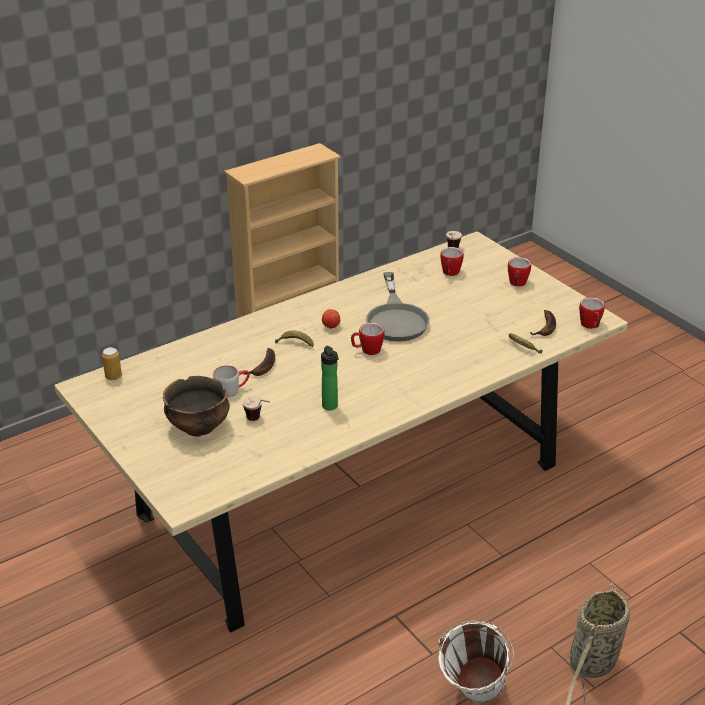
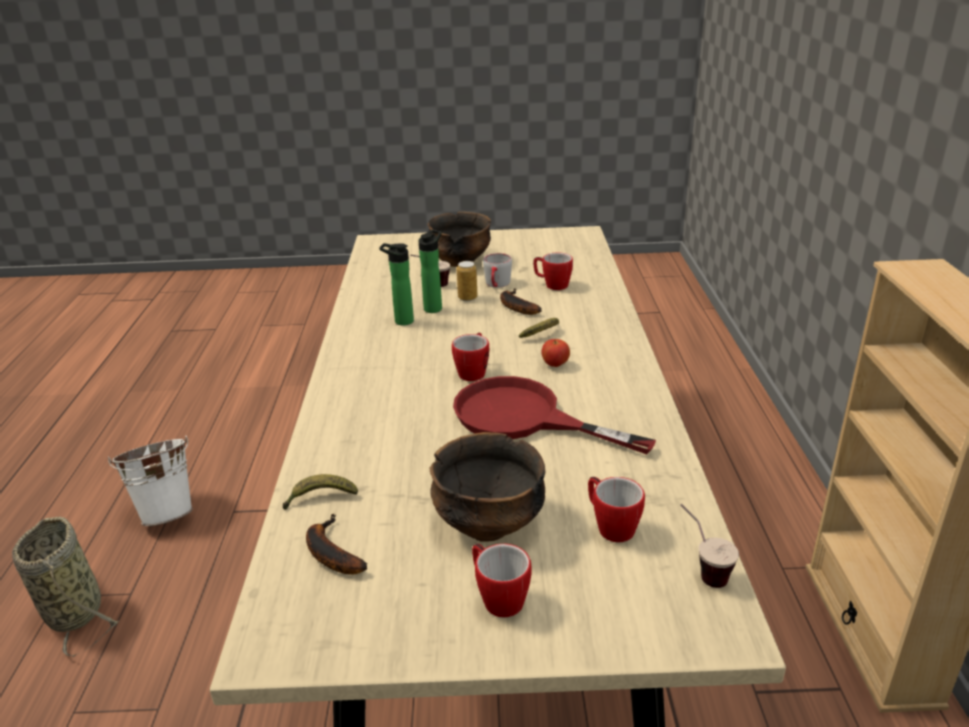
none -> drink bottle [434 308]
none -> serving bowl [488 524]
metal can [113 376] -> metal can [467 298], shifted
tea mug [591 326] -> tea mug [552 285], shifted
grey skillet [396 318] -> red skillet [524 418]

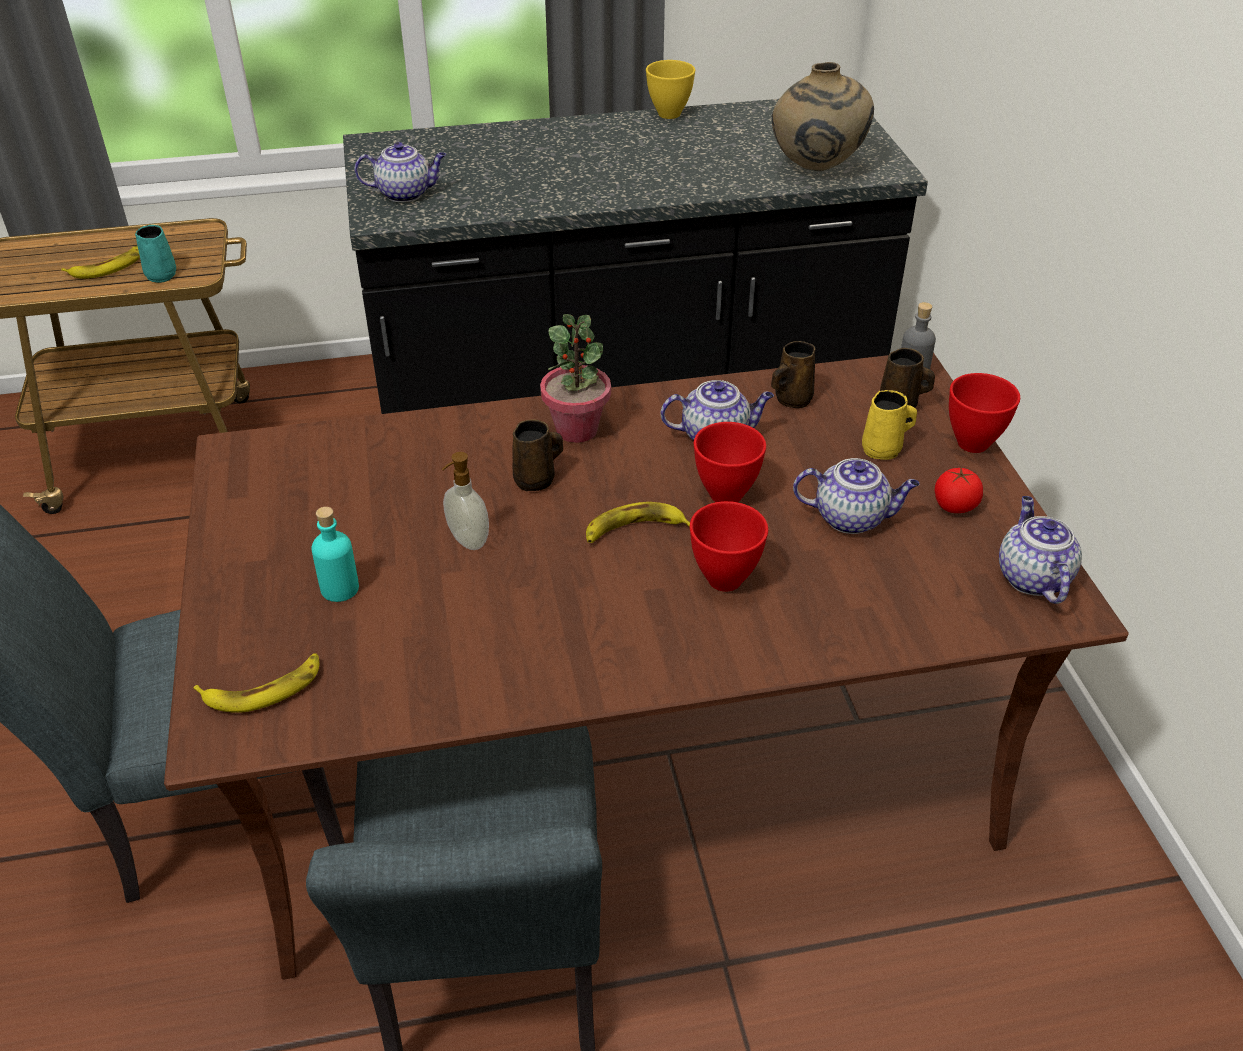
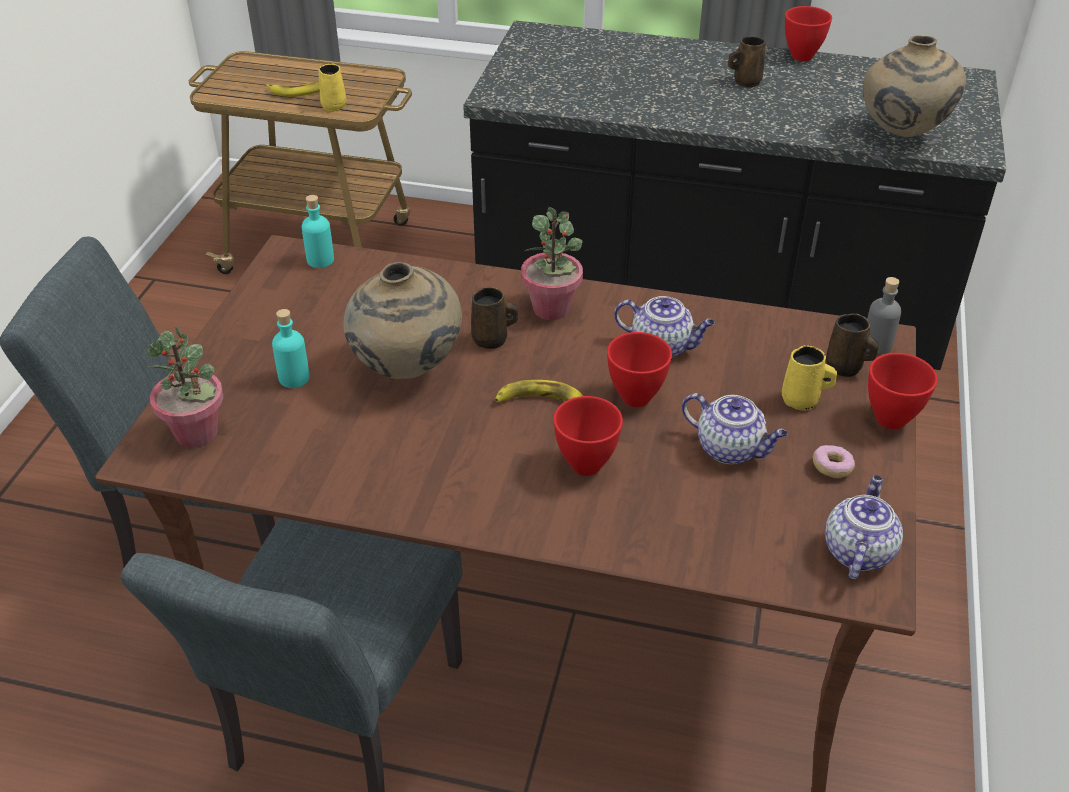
pot for tea [405 193] -> none
none -> turquoise-coloured drink bottle [320 260]
brown tea mug [791 399] -> brown tea mug [745 82], shifted
banana [264 689] -> potted plant [197 433]
soap bottle [467 540] -> sand-coloured decorative vase [408 371]
fresh tomato [954 506] -> donut [832 468]
turquoise-coloured tea mug [161 274] -> yellow tea mug [334 105]
yellow serving bowl [668 114] -> red serving bowl [800 56]

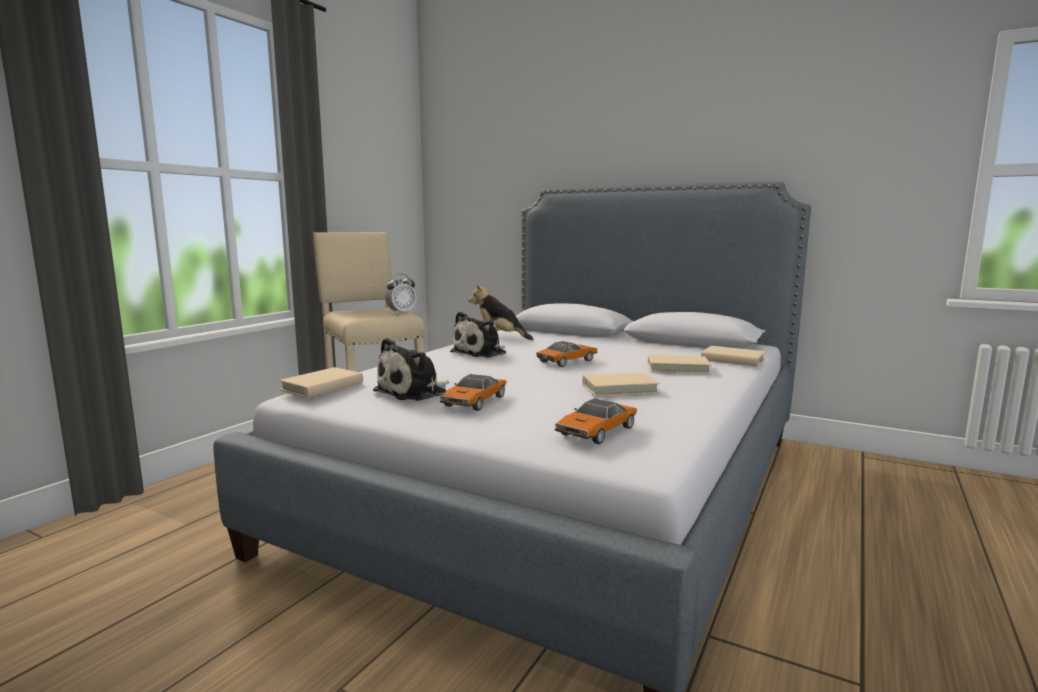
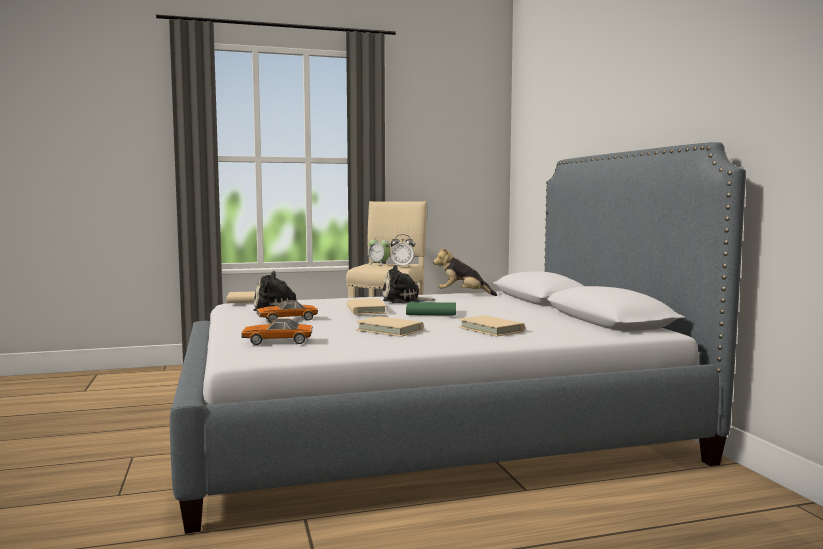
none -> table clock [379 264]
sand-coloured volume [732 360] -> sand-coloured volume [366 310], shifted
toy car [567 361] -> greenish volume [431 312]
cuddly toy [499 336] -> cuddly toy [463 294], 60 degrees counterclockwise

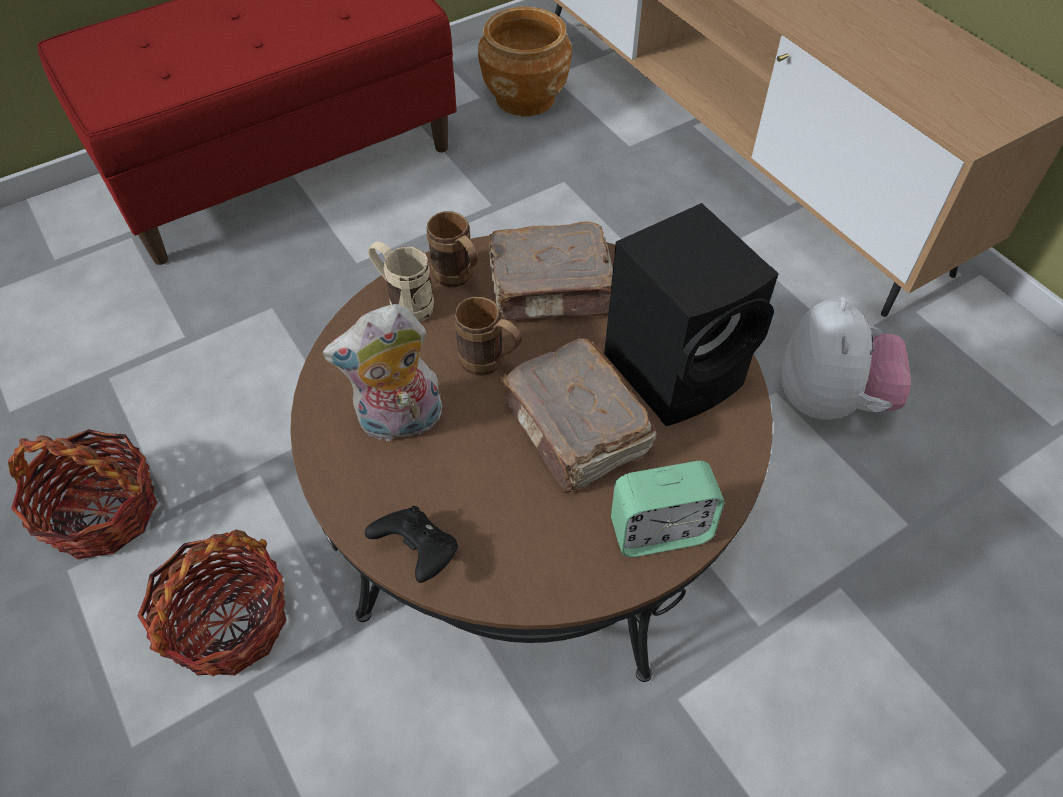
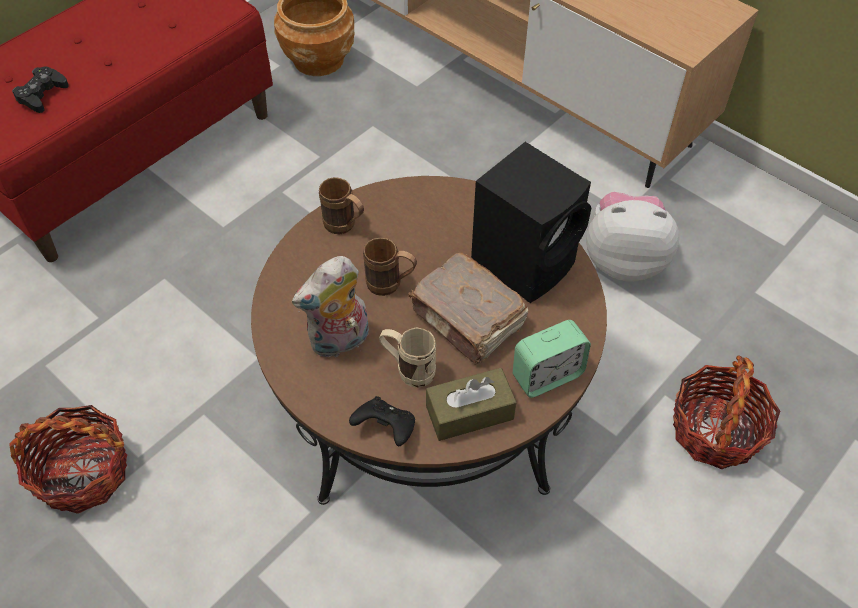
brown volume [553 290] -> none
none -> blackish game controller [42 94]
none -> brown tissue box [469 412]
basket [228 622] -> basket [715 431], shifted
sand-coloured tea mug [404 303] -> sand-coloured tea mug [408 370], shifted
cuddly toy [829 400] -> cuddly toy [624 260], 75 degrees counterclockwise

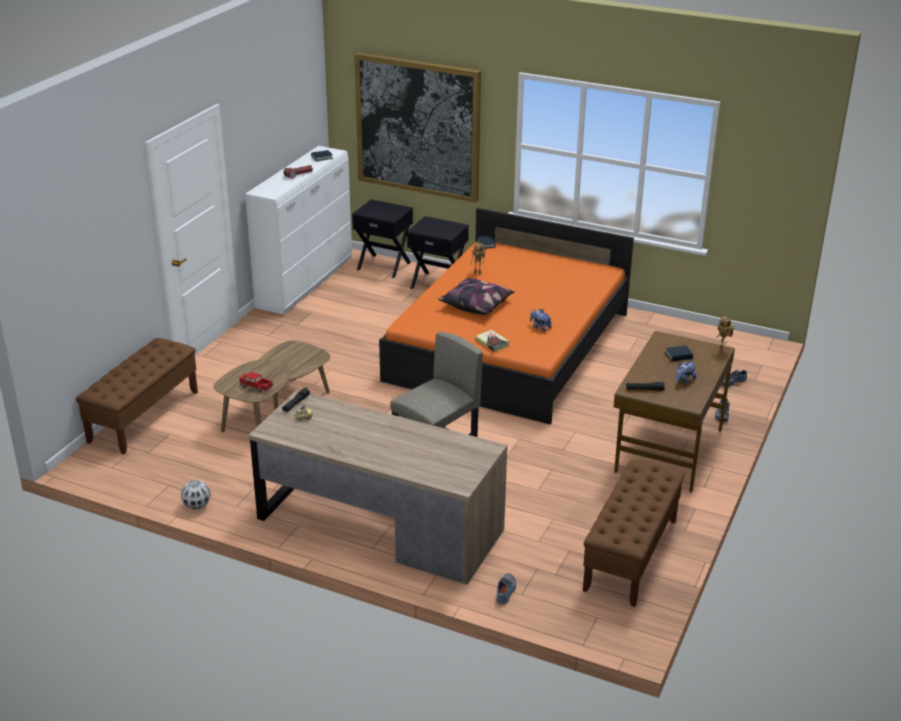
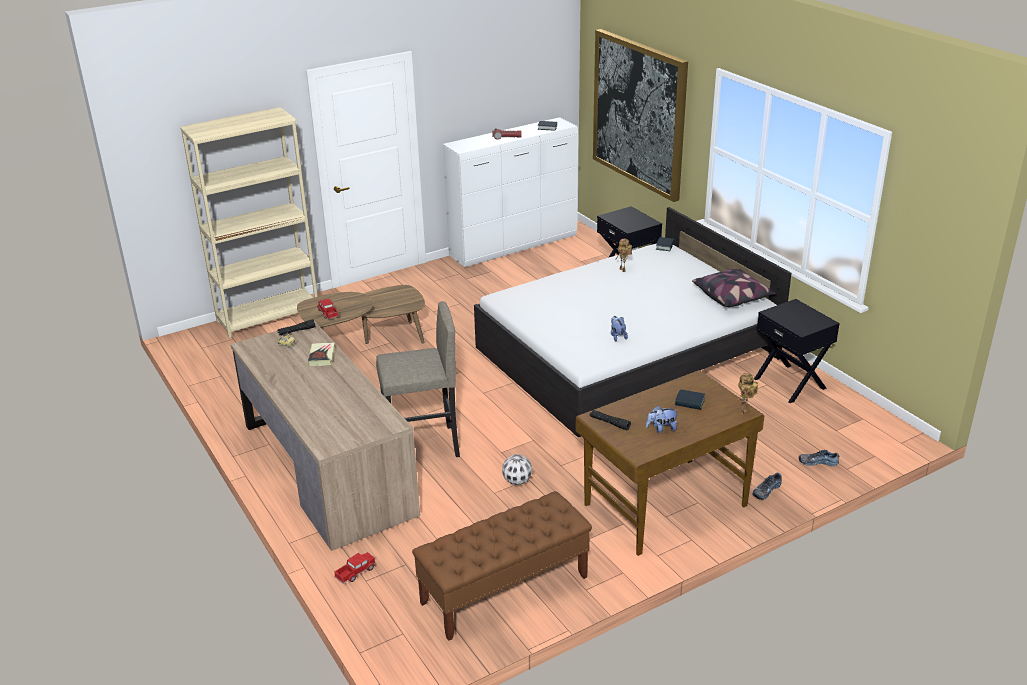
football [197 506] -> football [517 482], shifted
blackish nightstand [384 266] -> blackish nightstand [790 383], shifted
pillow [476 305] -> pillow [732 297], shifted
volume [492 343] -> volume [321 356], shifted
brown long seat [144 416] -> sand-coloured bookcase [268 316]
item of footwear [506 592] -> model truck [355 572]
orangey sleeping bed [509 346] -> white sleeping bed [626 353]

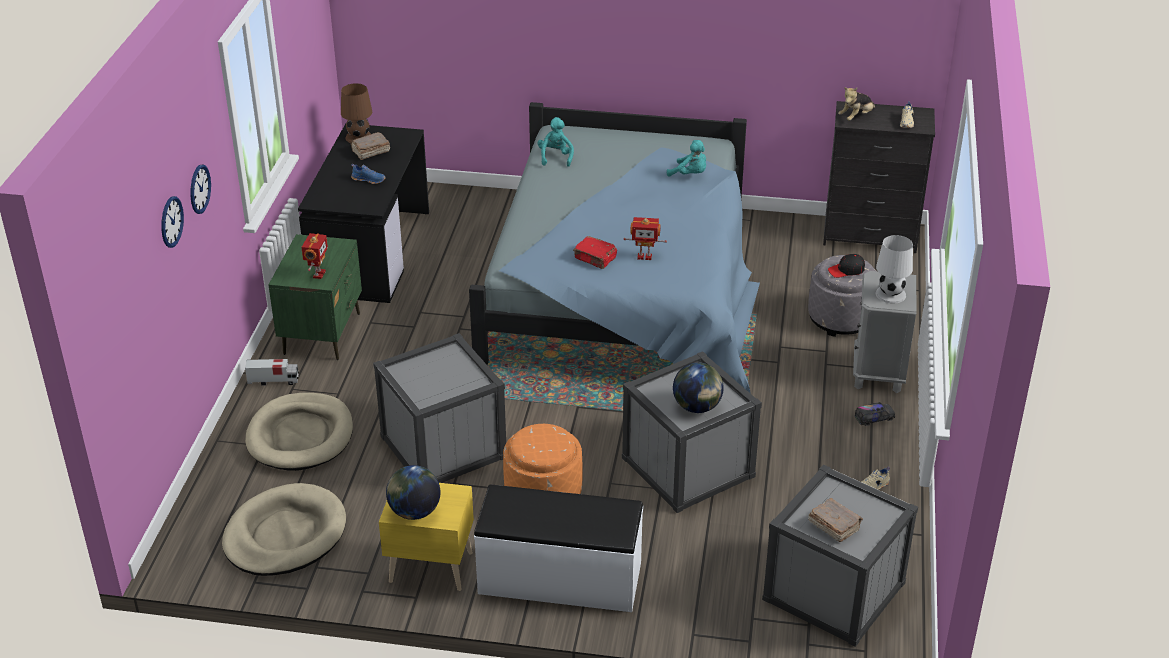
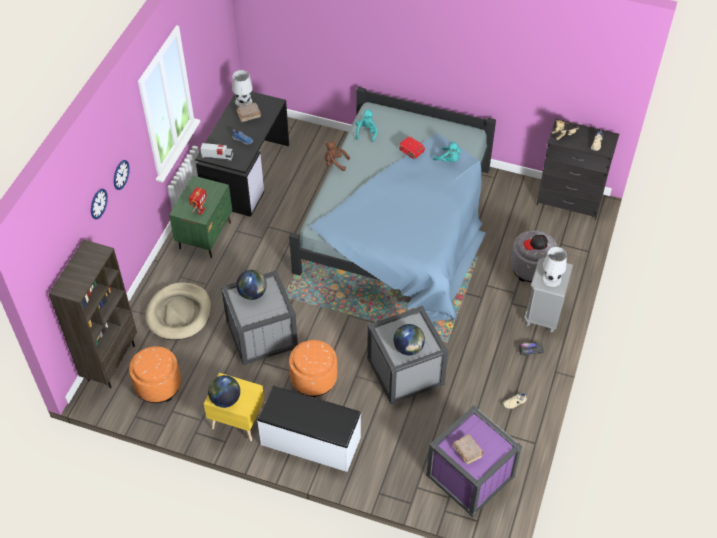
robot figure [644 256] -> none
none -> brown bookcase [111 362]
none -> globe [252 293]
none -> brown cuddly toy [335 163]
model truck [274 381] -> model truck [217 157], shifted
red volume [595 258] -> red volume [411 151], shifted
sand-coloured dog cushion [285 535] -> orangey footrest [158 385]
brown lamp for a table [359 137] -> white lamp for a table [243 101]
grey storage container [834 591] -> purple storage container [470 476]

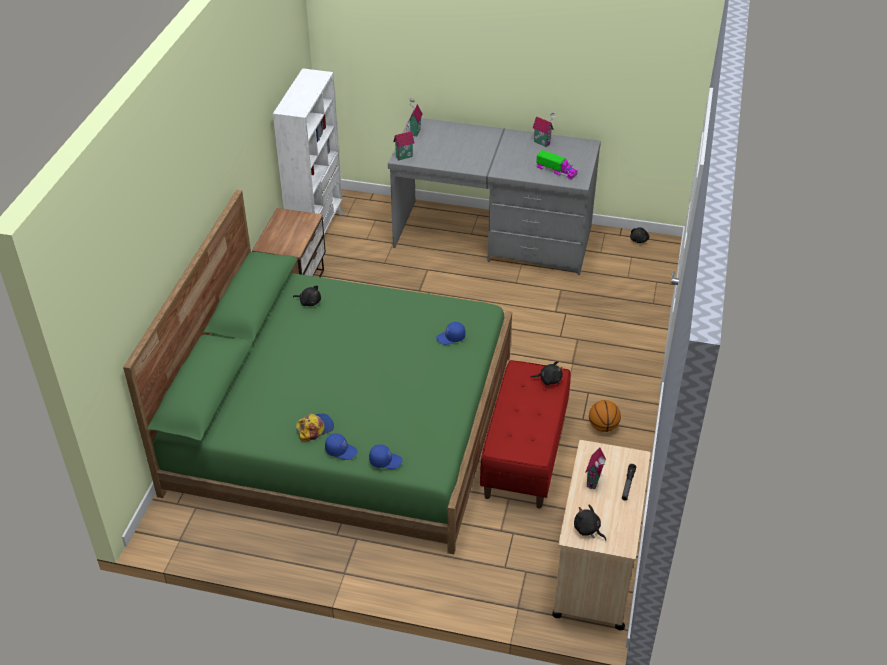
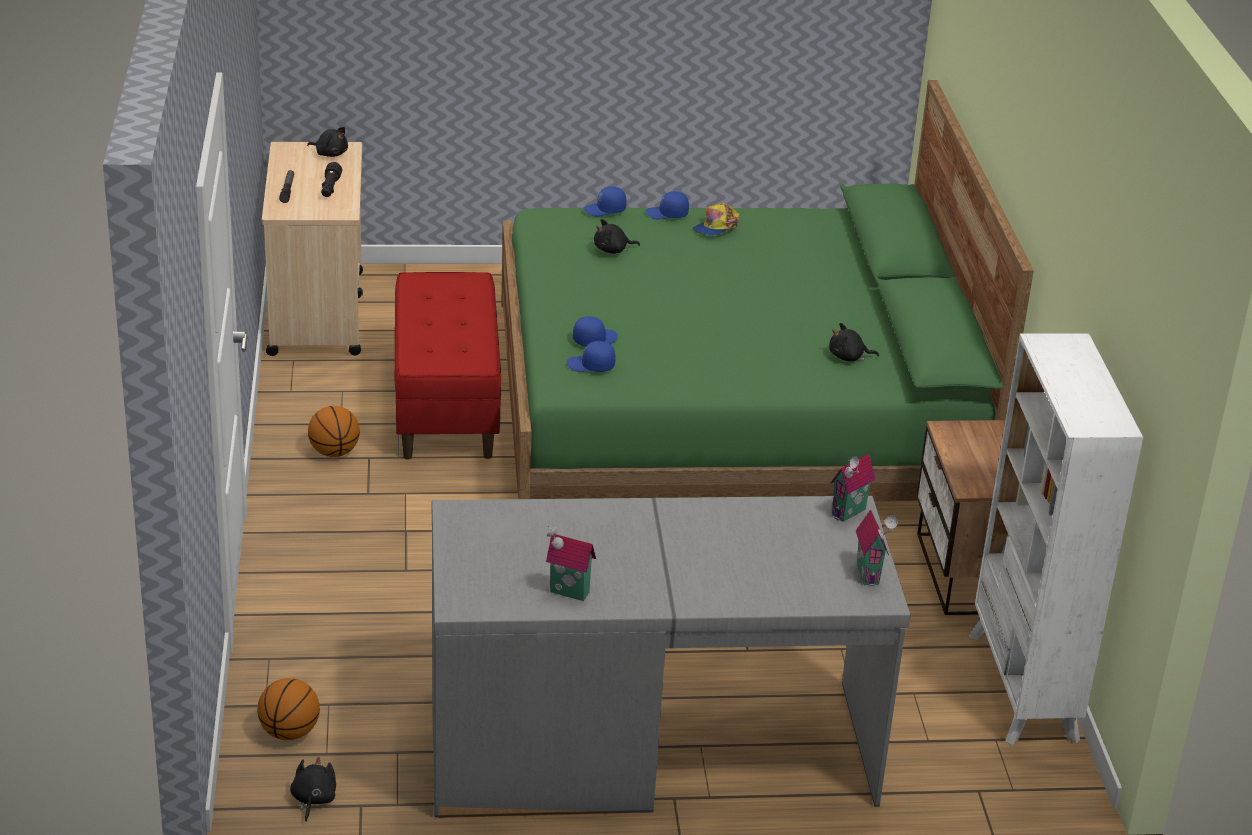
model truck [556 171] -> none
none -> basketball [290 732]
none -> blue-coloured peaked cap [591 366]
blackish cuddly toy [548 379] -> blackish cuddly toy [613 250], shifted
model house [595 481] -> blackish torch [330 188]

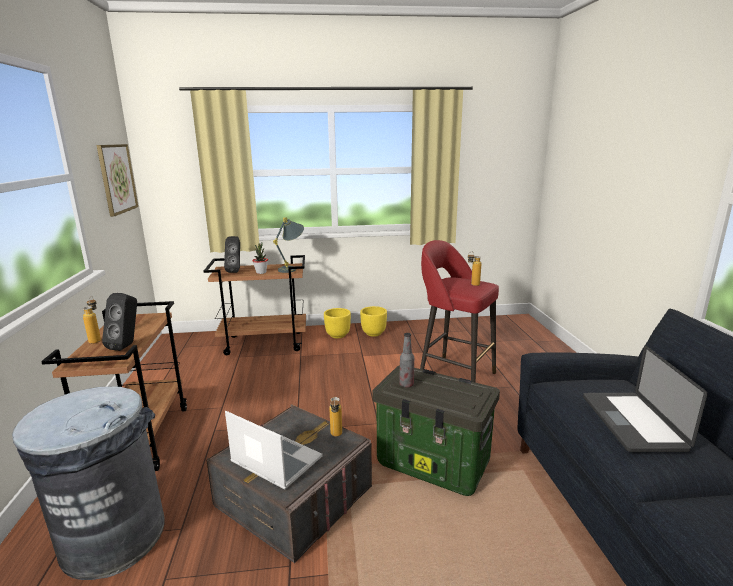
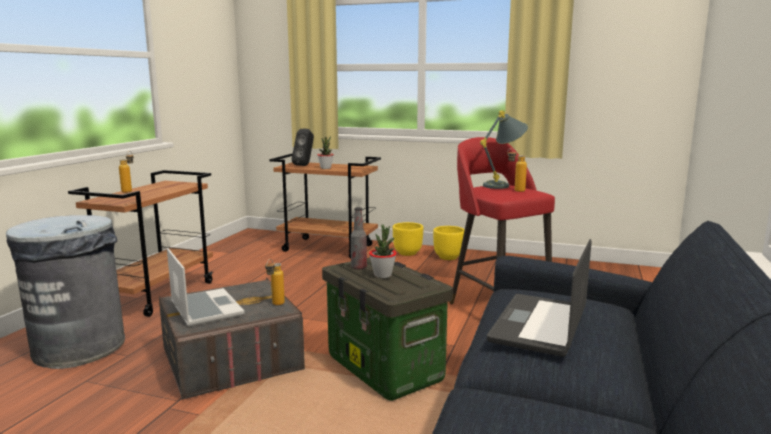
wall picture [117 178] -> none
blackish loudspeaker [127 345] -> none
none -> potted plant [382 275]
grey lamp for a table [292 268] -> grey lamp for a table [503 185], shifted

